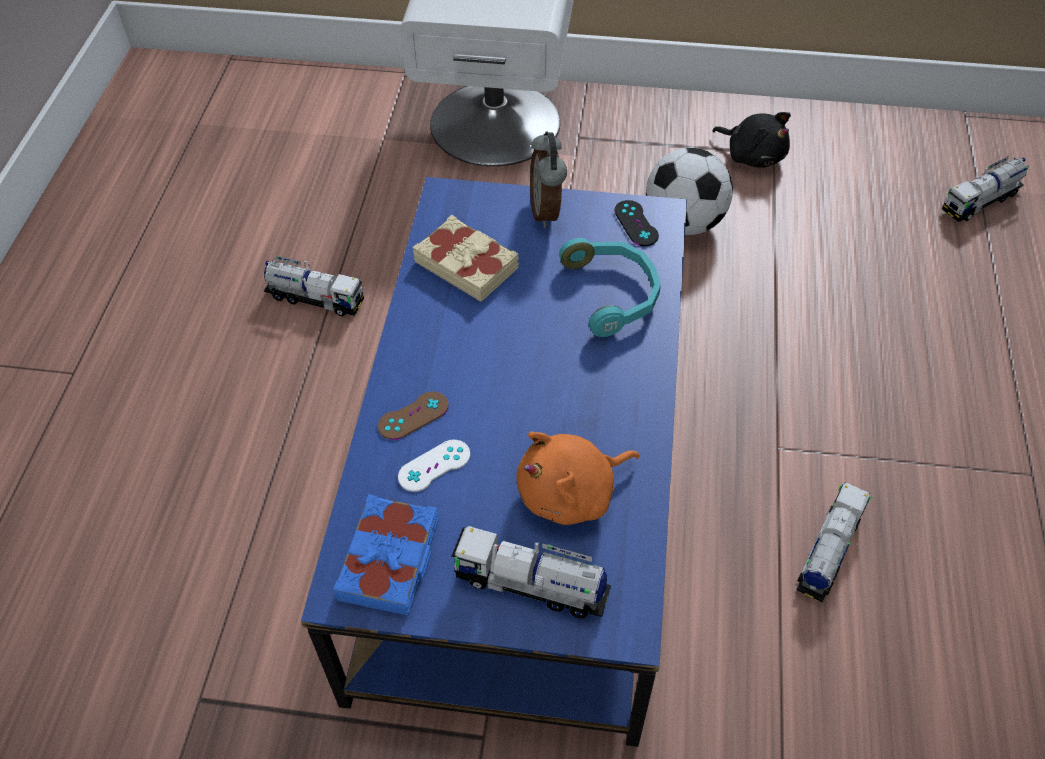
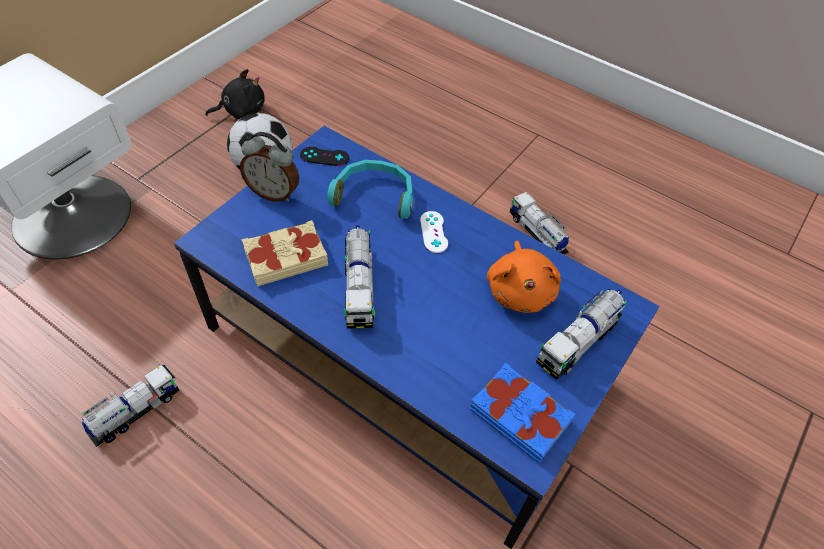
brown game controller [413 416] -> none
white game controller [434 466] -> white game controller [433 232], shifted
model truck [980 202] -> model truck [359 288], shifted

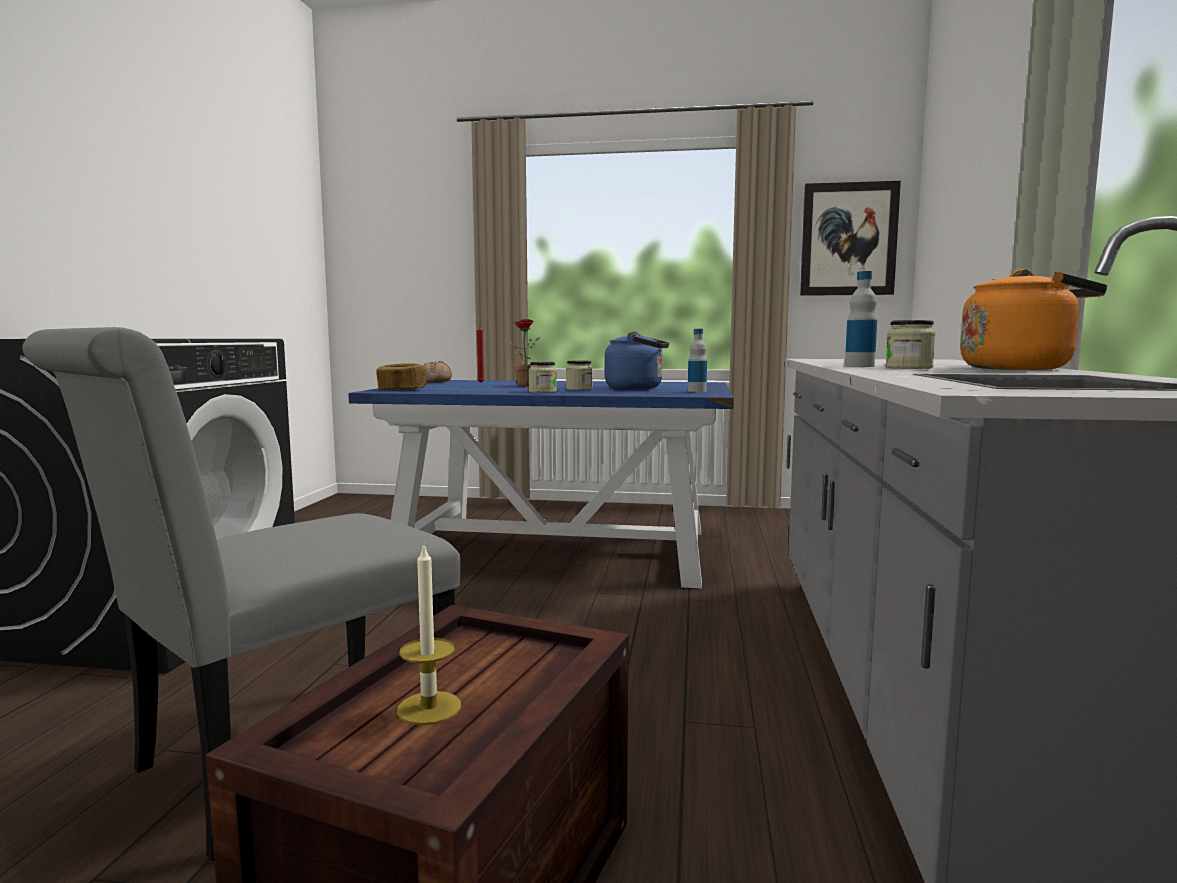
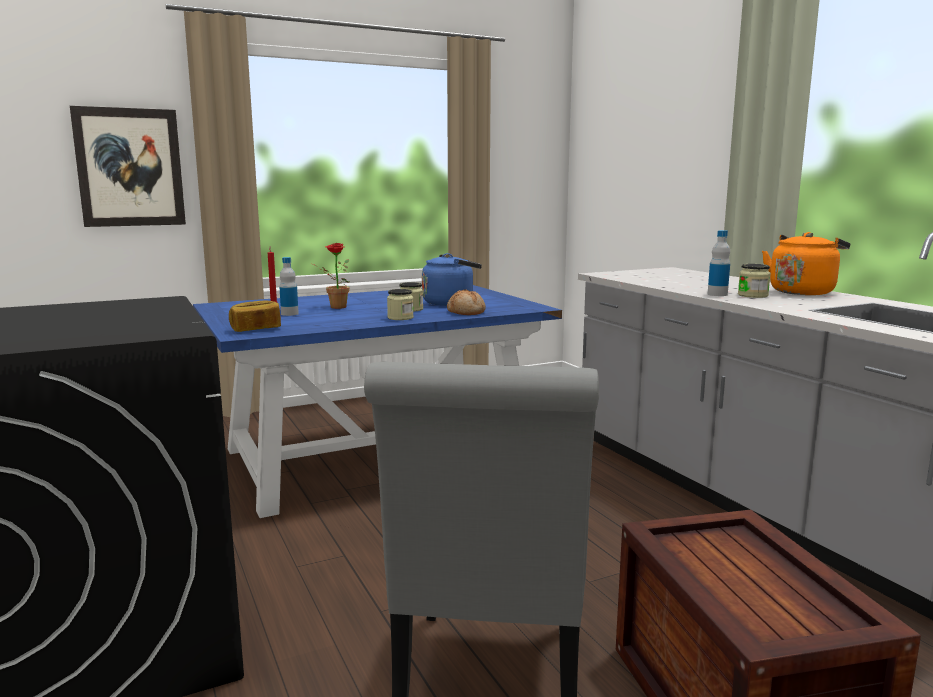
wax candle [429 708] -> none
baked bread [436 381] -> baked bread [466 312], shifted
drink bottle [697 391] -> drink bottle [289 314], shifted
wall picture [848 239] -> wall picture [130 167], shifted

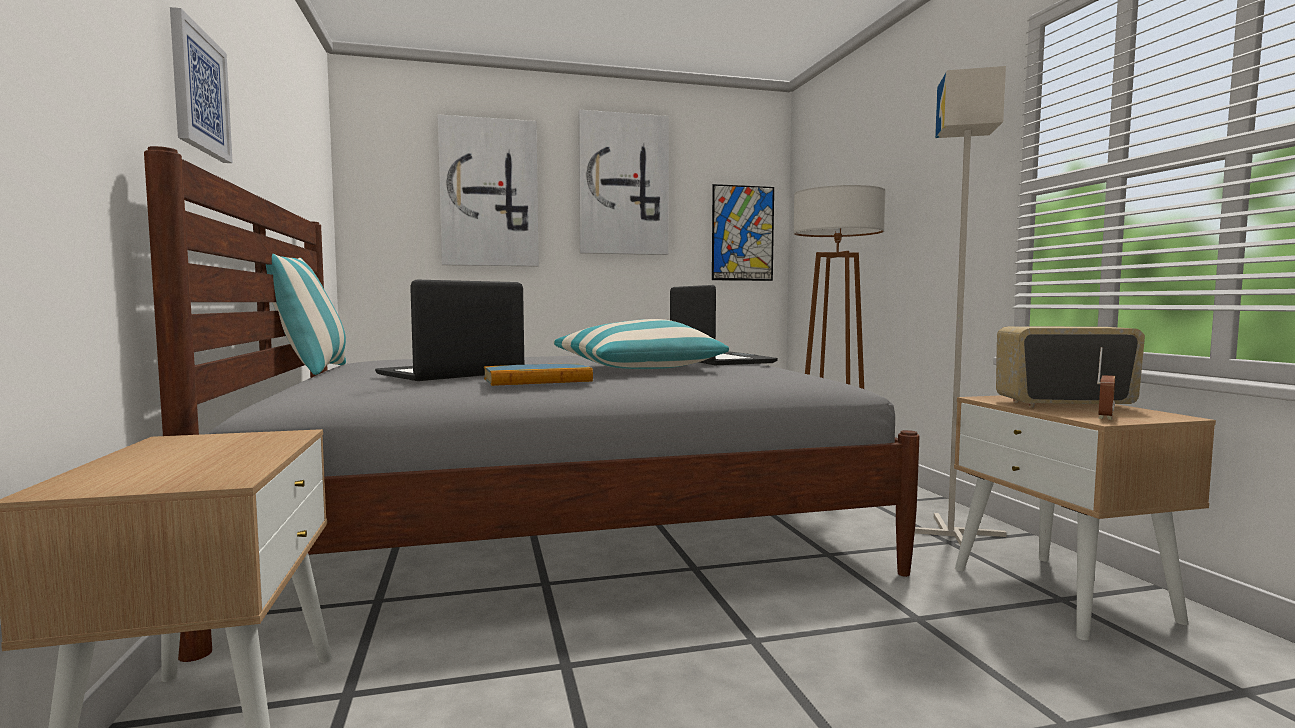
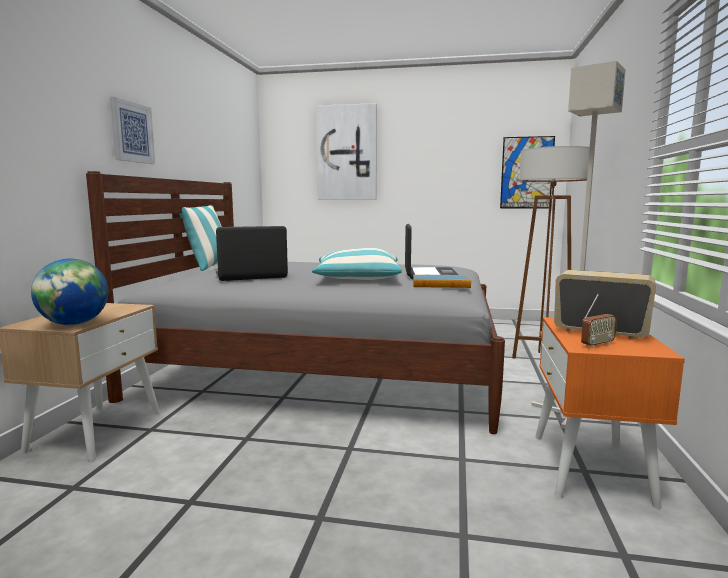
wall picture [623 185] -> none
none -> globe [74 324]
volume [537 380] -> volume [440 284], shifted
sand-coloured nightstand [1062 594] -> orangey nightstand [590 468]

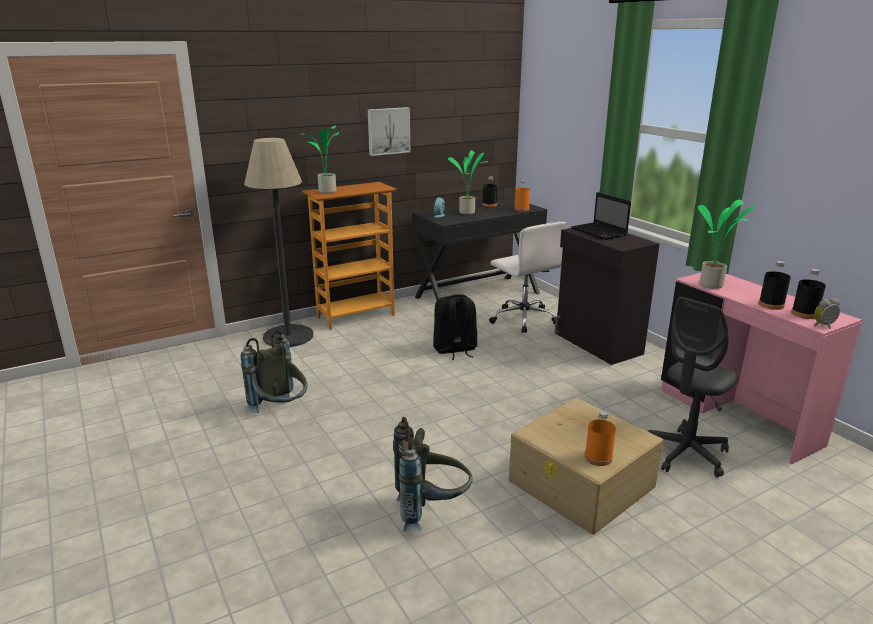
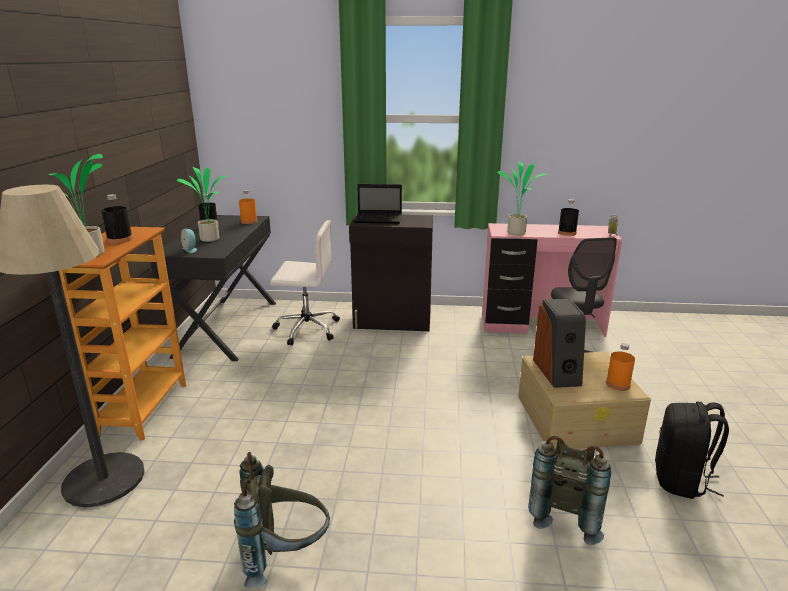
wall picture [388 131] -> none
none -> loudspeaker [558 372]
blackish rucksack [455 350] -> blackish rucksack [681 480], shifted
blackish drink bottle [804 314] -> blackish drink bottle [120 240], shifted

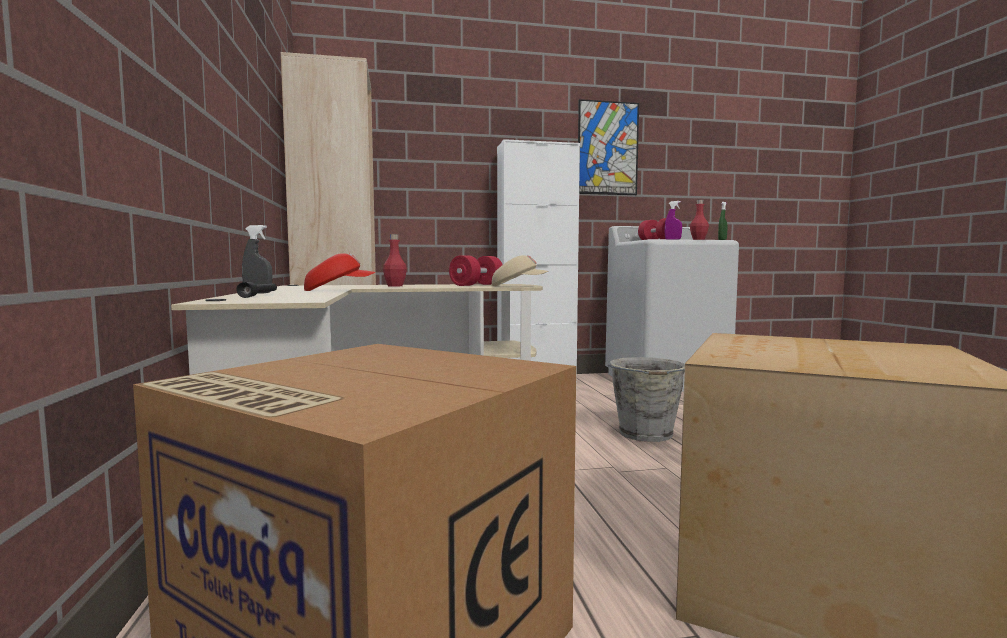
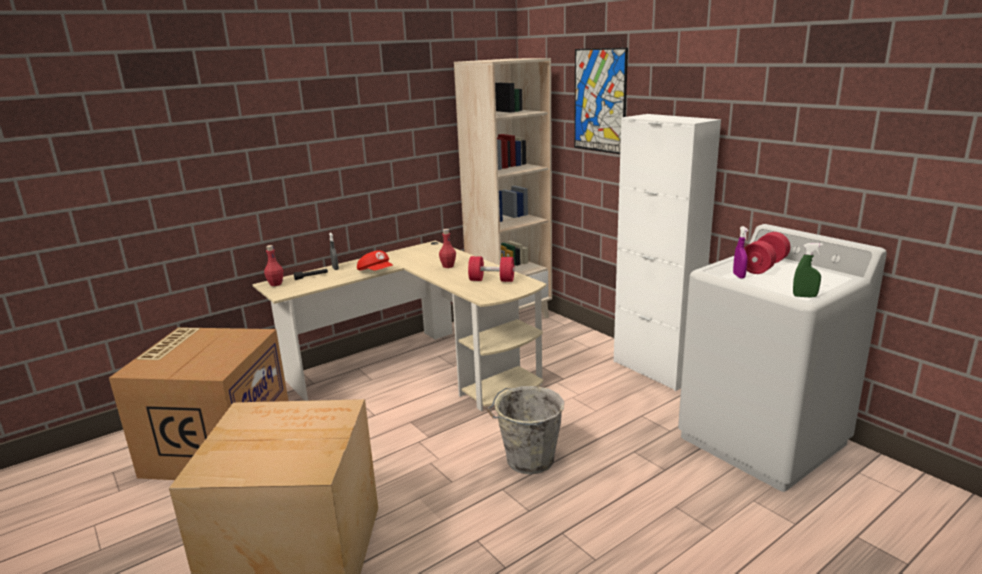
sand-coloured peaked cap [518 286] -> none
wall picture [607 148] -> wall picture [600 101], shifted
red drink bottle [698 239] -> red drink bottle [275 284], shifted

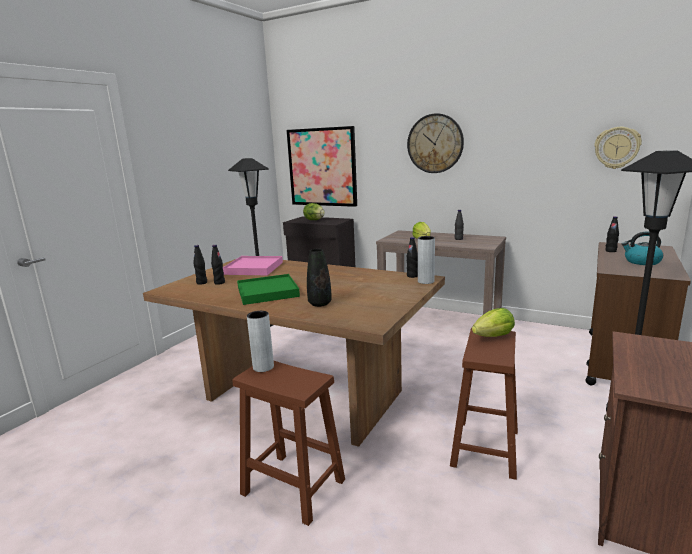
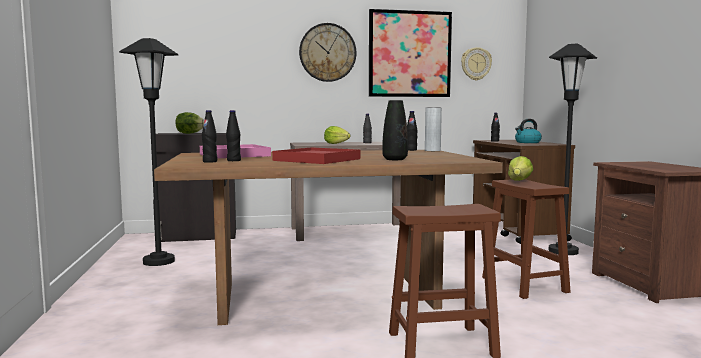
grey decorative vase [263 367] -> none
wall picture [322 167] -> wall picture [409 54], shifted
greenish serving tray [268 292] -> red serving tray [317 160]

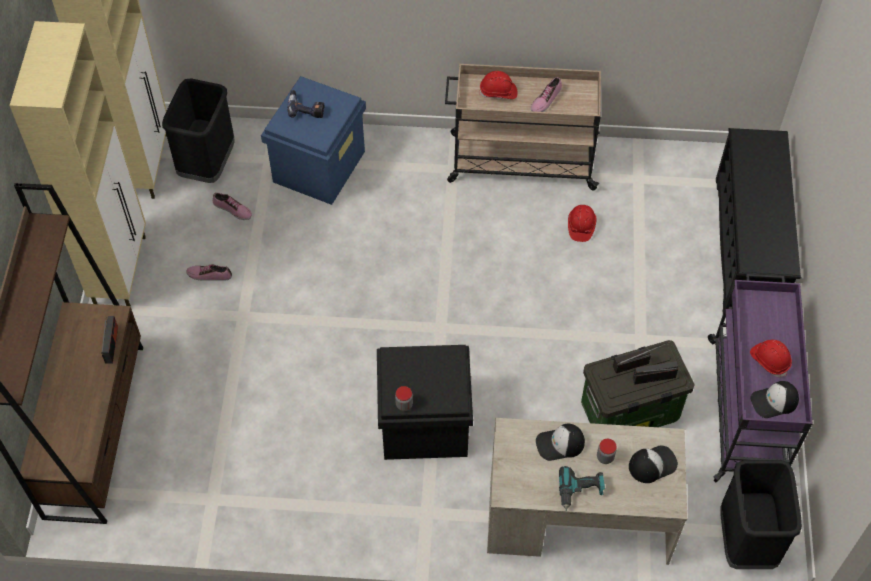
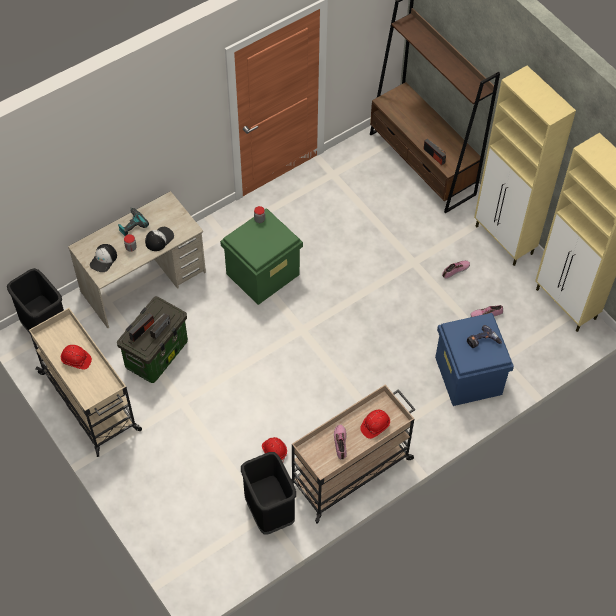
blackish shoe shelf [747 246] -> none
peaked cap [774 402] -> none
blackish rubbish bin [207 164] -> blackish rubbish bin [270 512], shifted
blackish storage container [423 425] -> greenish storage container [263 273]
purple cart [746 408] -> sand-coloured cart [90 402]

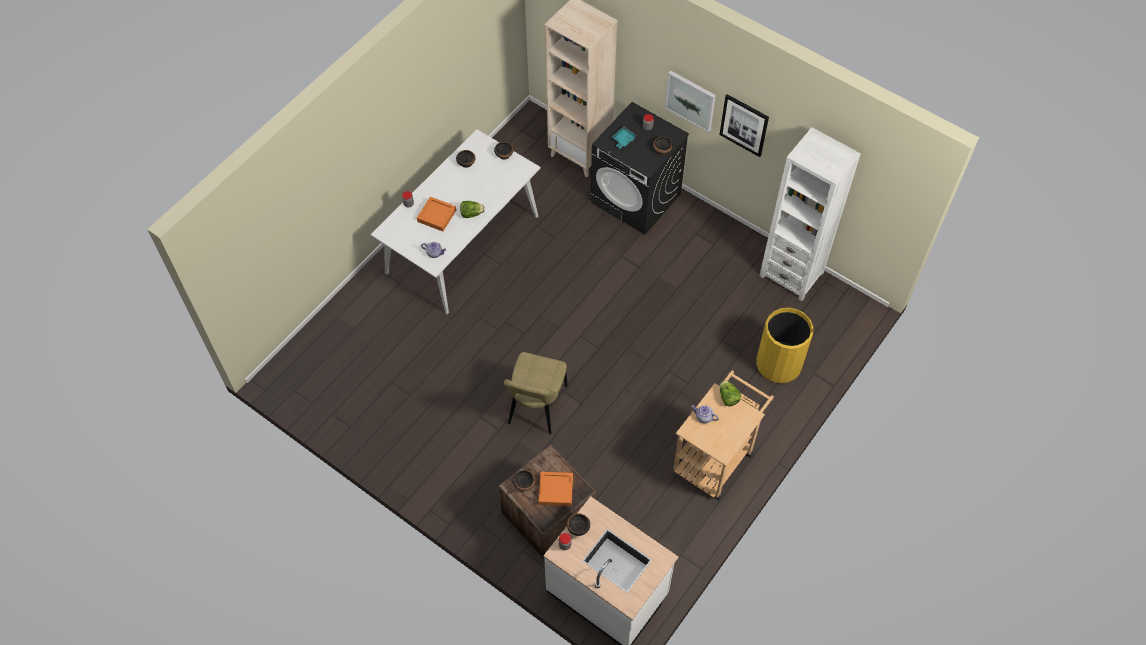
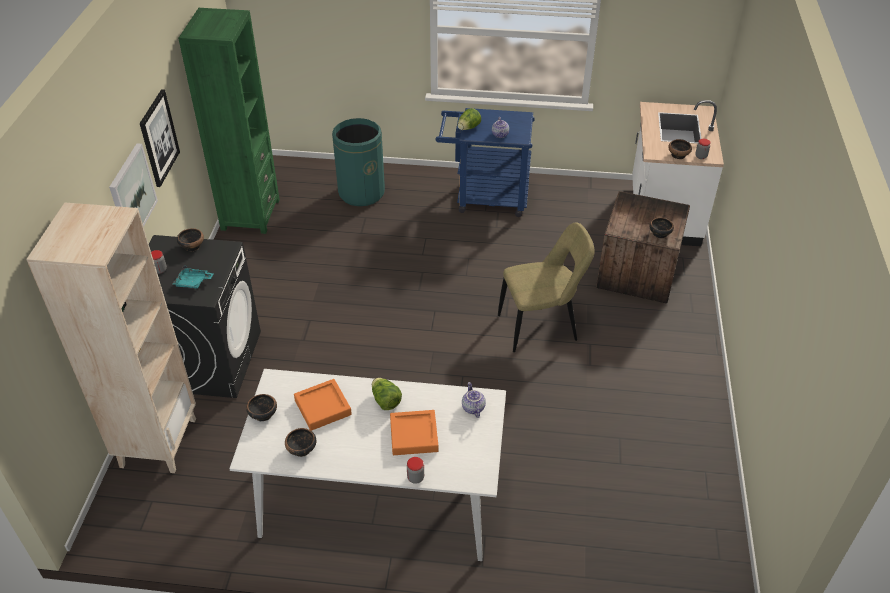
orangey serving tray [555 490] -> orangey serving tray [323 407], shifted
sand-coloured cart [716 456] -> blue-coloured cart [484 198]
yellow rubbish bin [779 364] -> greenish rubbish bin [361 192]
white bookcase [791 274] -> greenish bookcase [250 214]

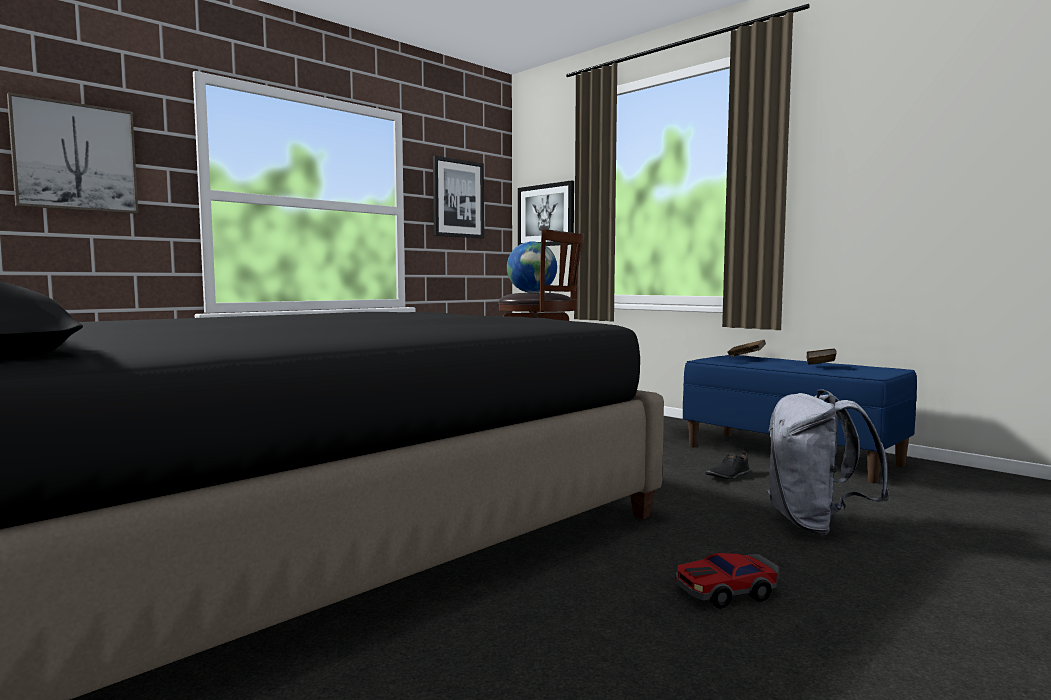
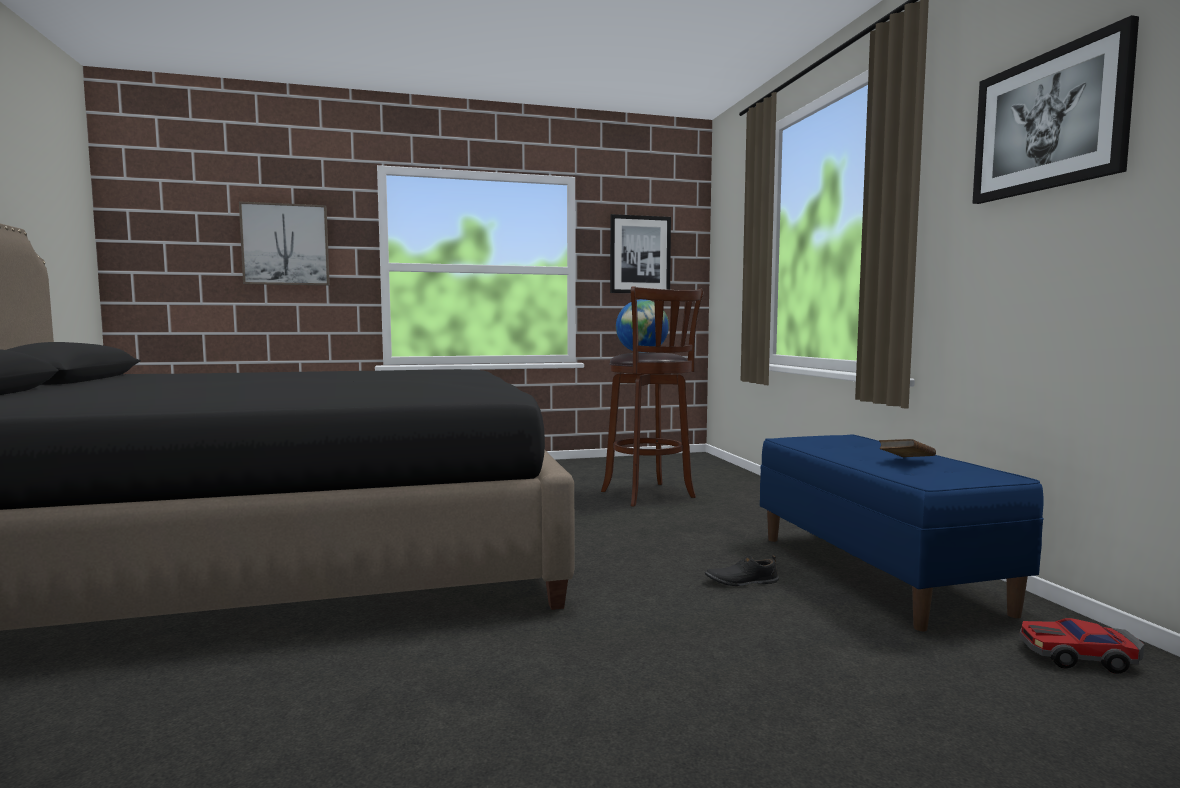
brown volume [746 357] -> none
grey rucksack [816 525] -> none
wall picture [546 215] -> wall picture [1048 122], shifted
toy car [726 592] -> toy car [1077 657], shifted

